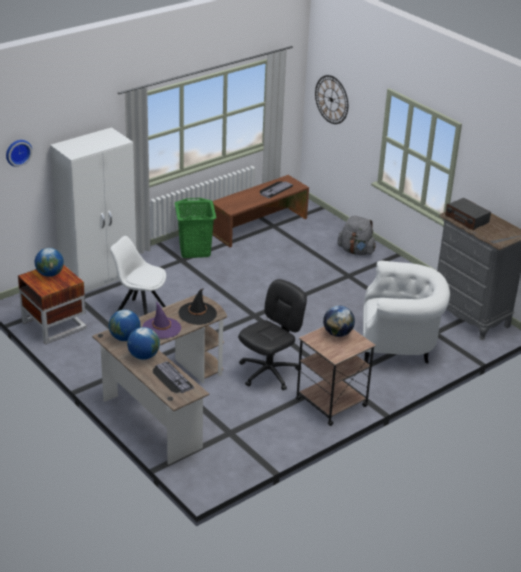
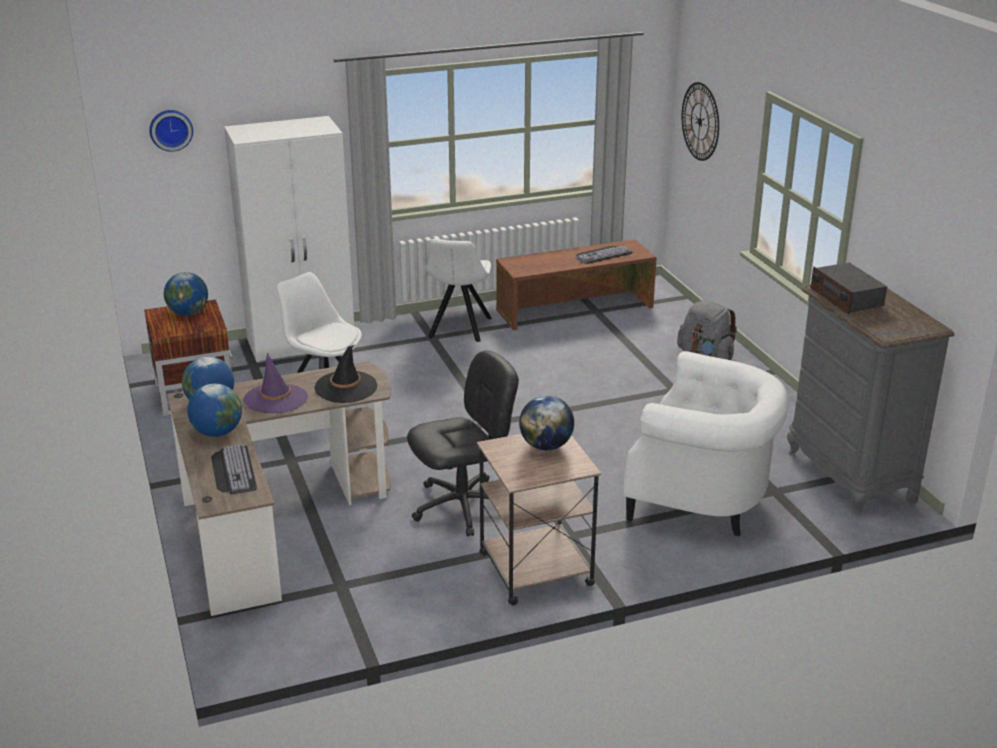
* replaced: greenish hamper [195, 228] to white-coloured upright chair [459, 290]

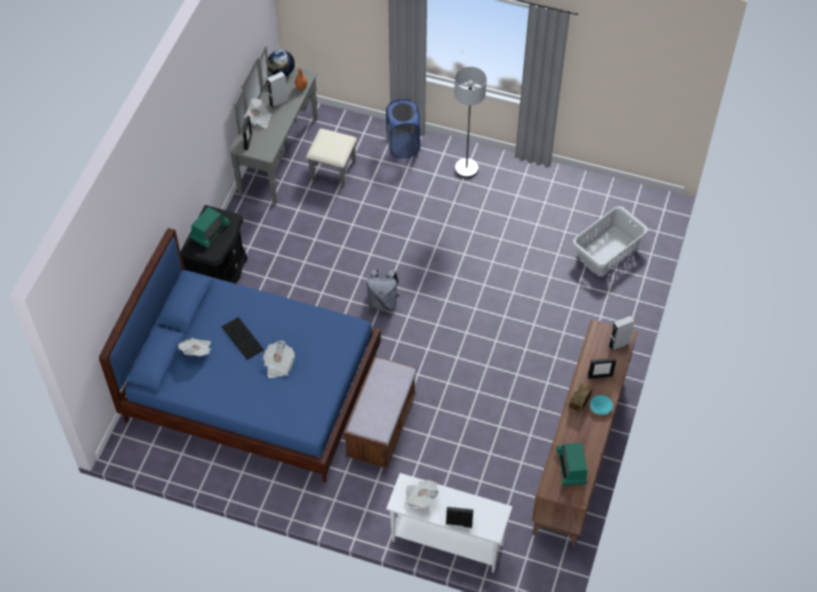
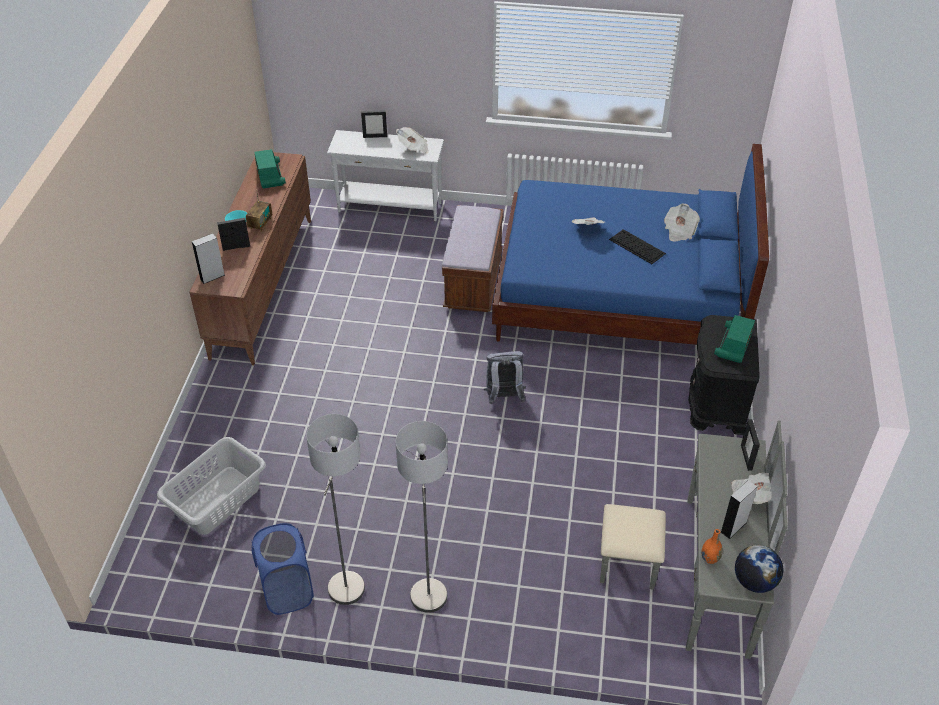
* moved: blue hamper [403, 128] to [282, 569]
* added: grey floor lamp [335, 509]

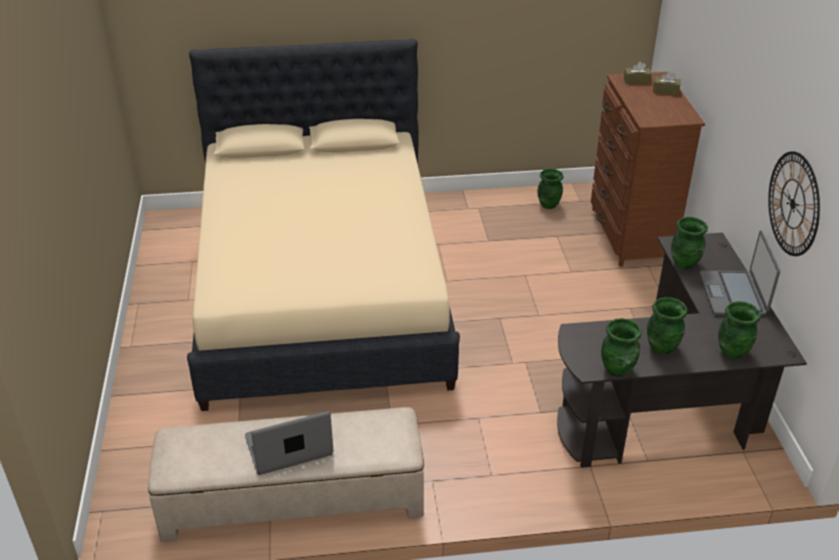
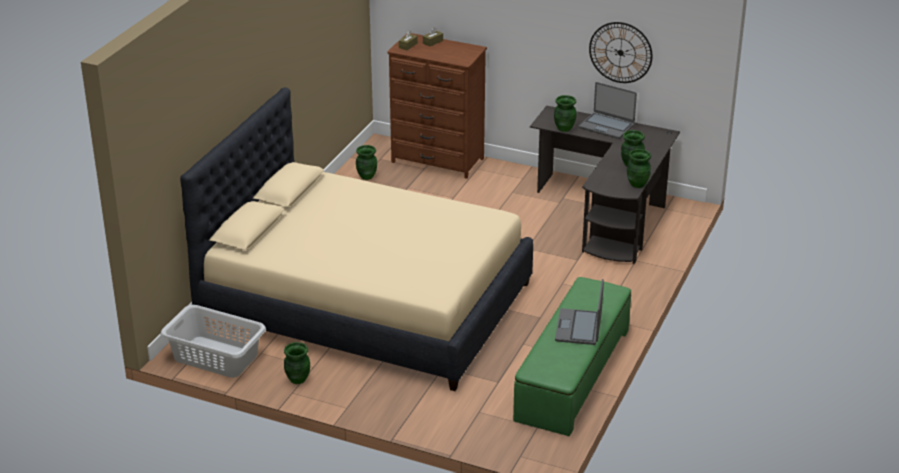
* recoloured: sand-coloured bench [286, 474] to greenish bench [572, 356]
* moved: greenish flower vase [739, 330] to [297, 363]
* added: grey hamper [213, 341]

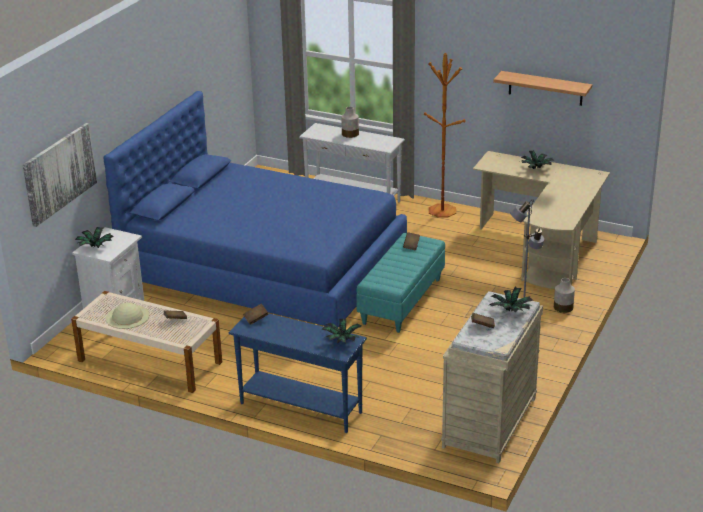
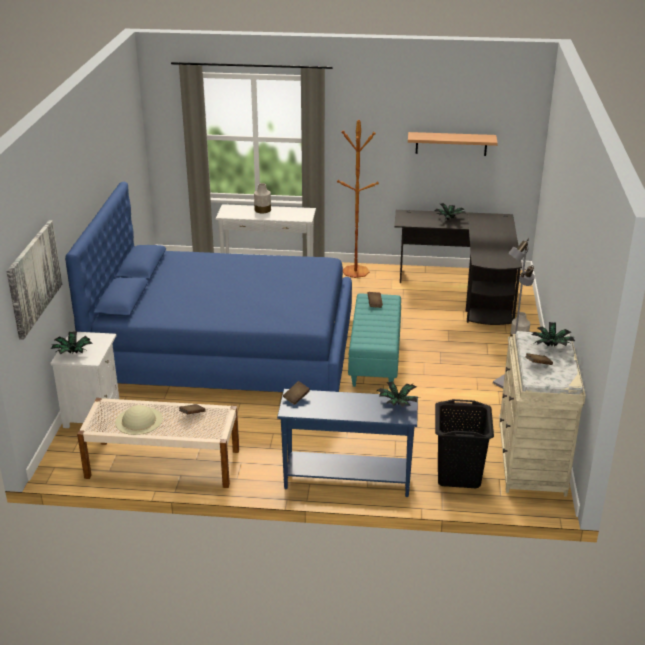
* recoloured: sand-coloured desk [541, 220] to blackish desk [458, 267]
* added: blackish hamper [464, 443]

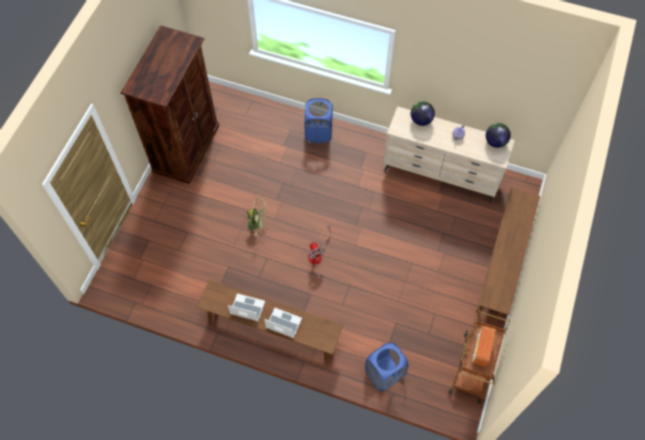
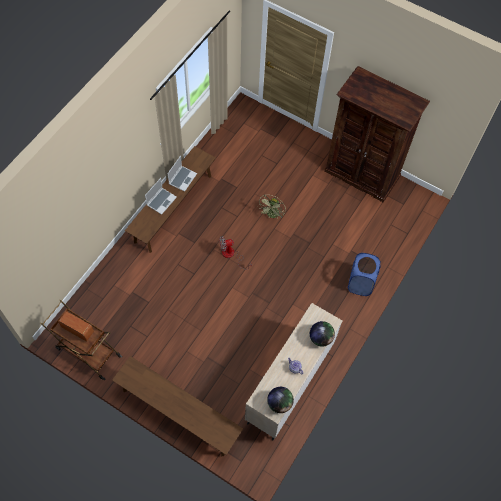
* removed: blue hamper [387, 366]

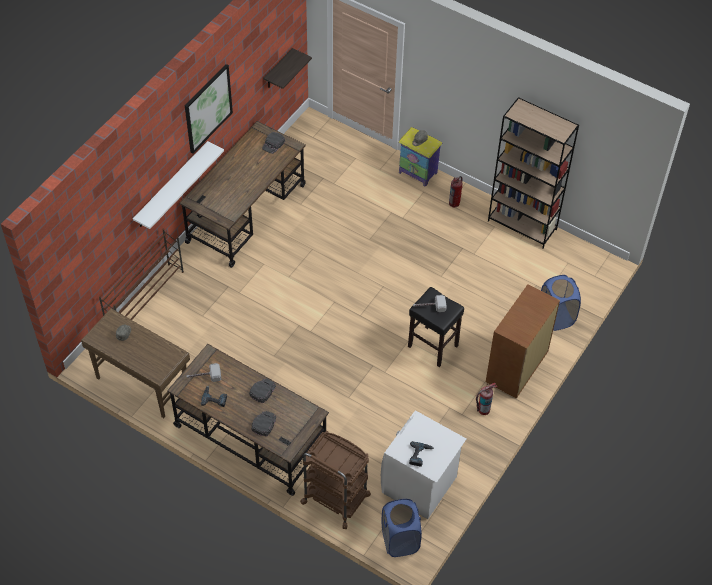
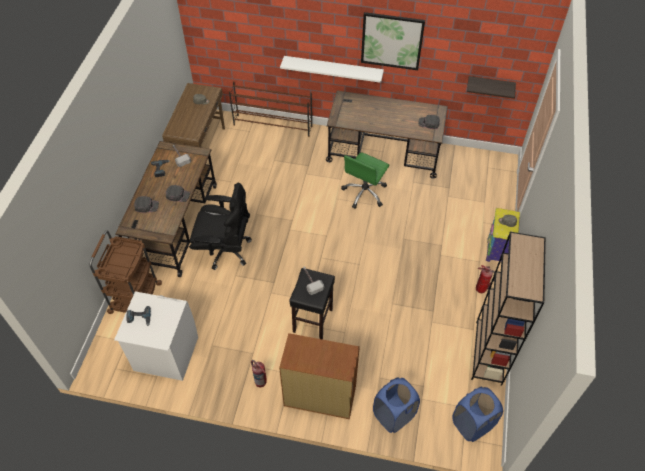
* moved: blue hamper [401, 528] to [477, 414]
* added: blackish computer chair [220, 226]
* added: greenish computer chair [365, 180]

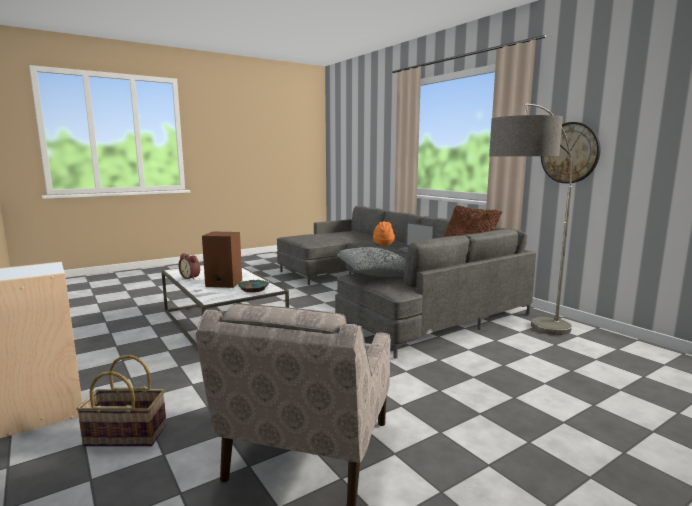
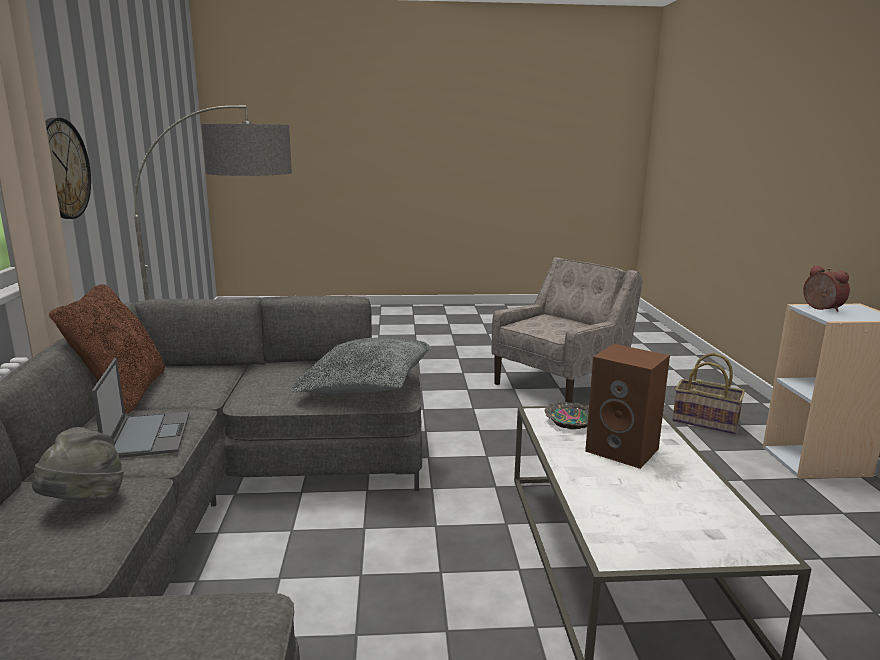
* moved: table clock [189, 266] to [826, 288]
* recoloured: orange hat [384, 233] to grey hat [78, 463]

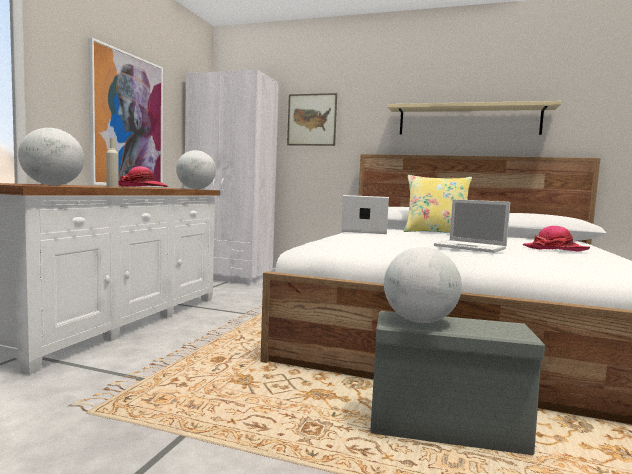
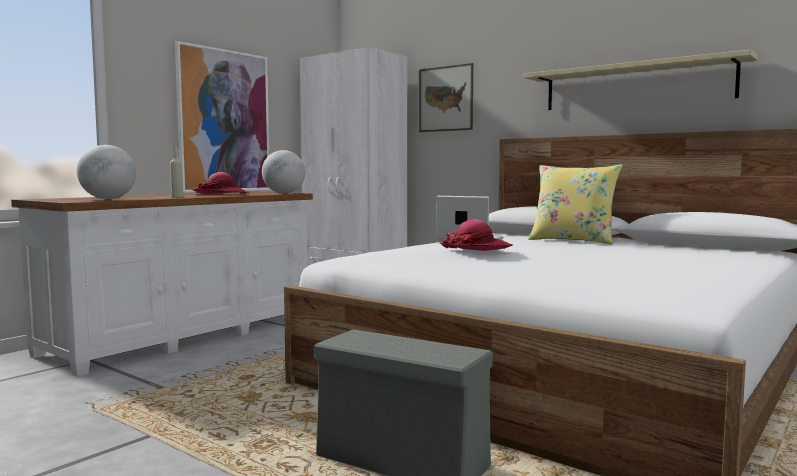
* removed: world globe [423, 285]
* removed: laptop [472, 226]
* moved: hat [556, 239] to [476, 235]

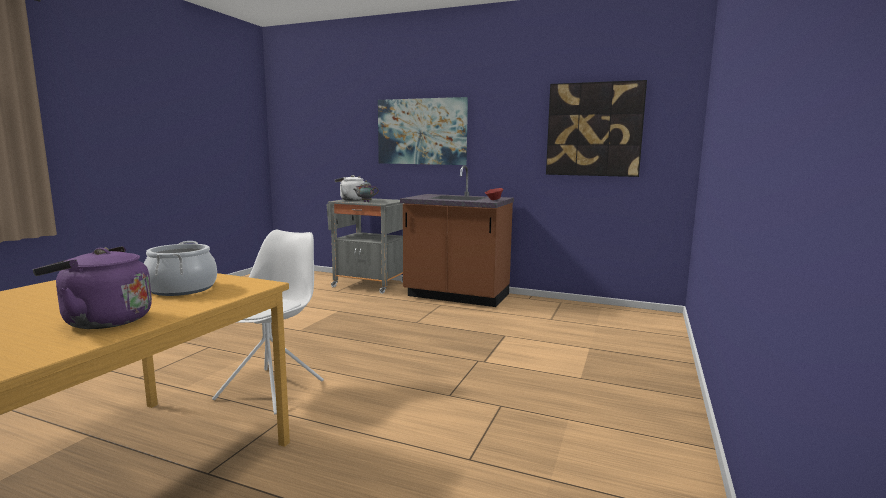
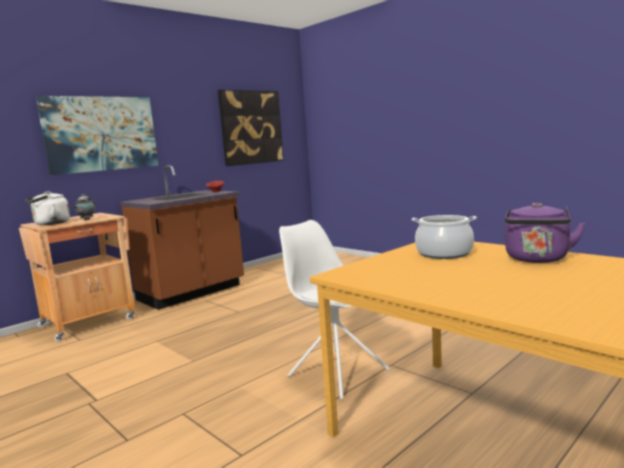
* recoloured: grey cart [365, 246] to brown cart [77, 277]

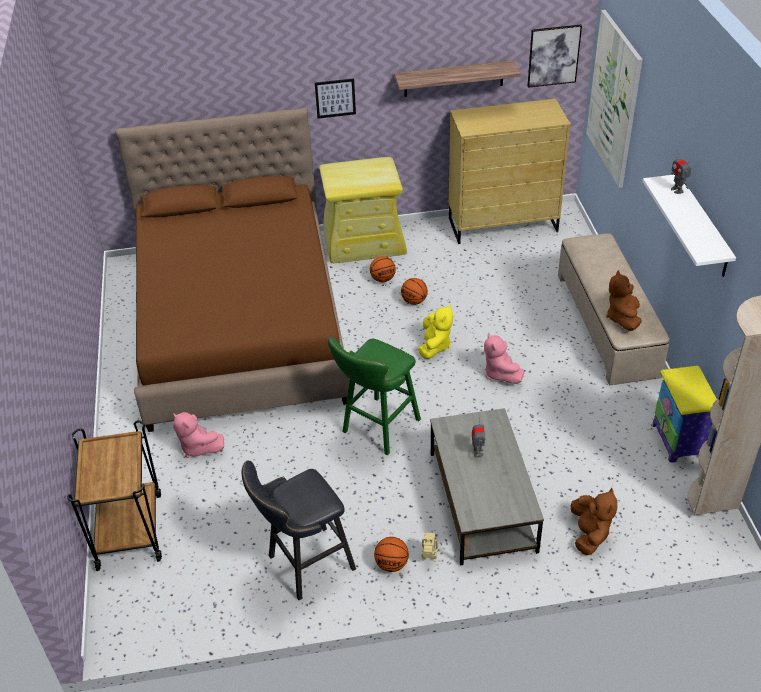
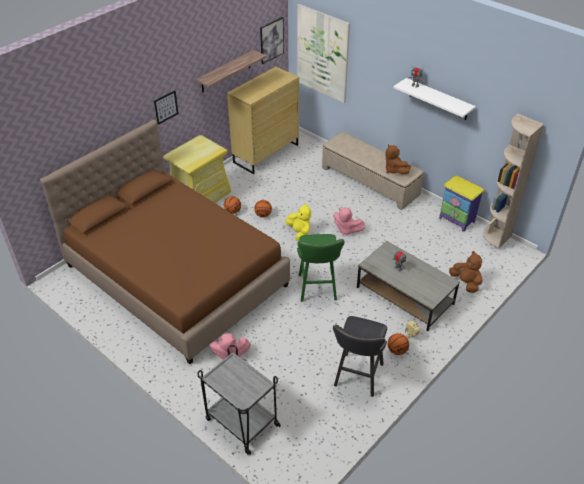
* recoloured: brown cart [114, 495] to grey cart [239, 400]

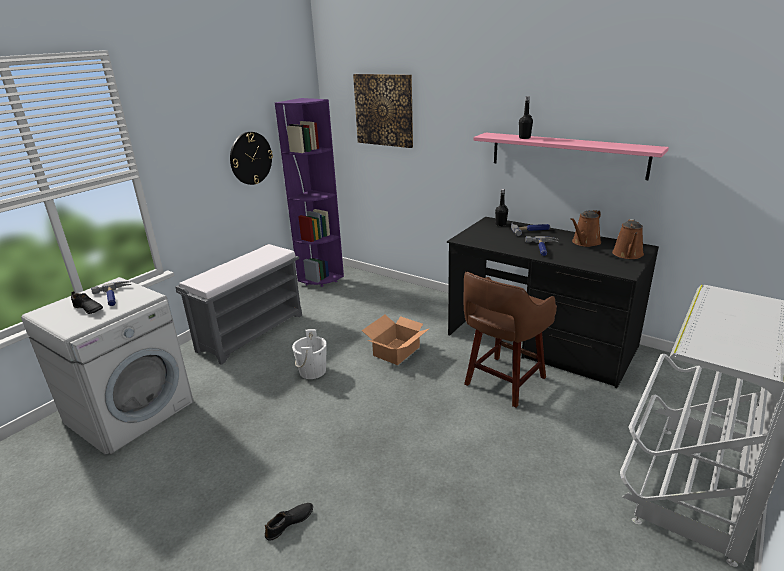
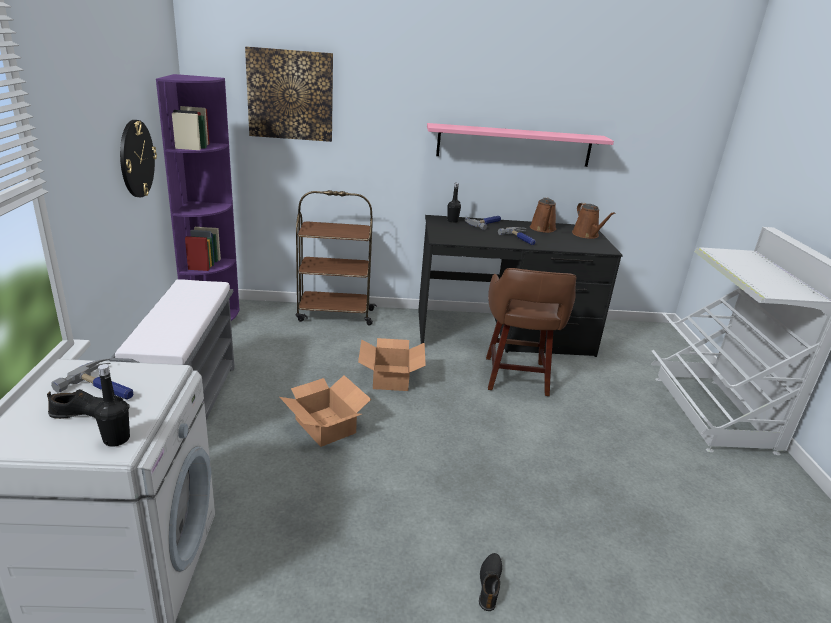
* replaced: white-coloured pail [309, 354] to cardboard box [325, 411]
* moved: blackish bottle [526, 117] to [112, 405]
* added: brown cart [335, 258]

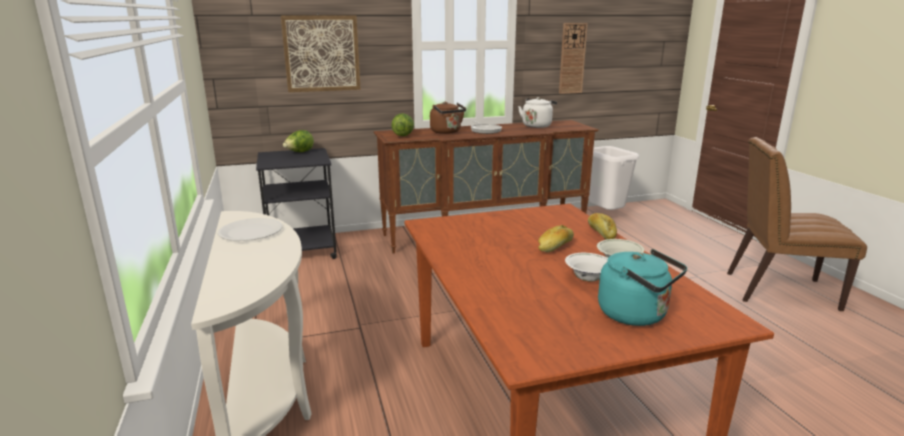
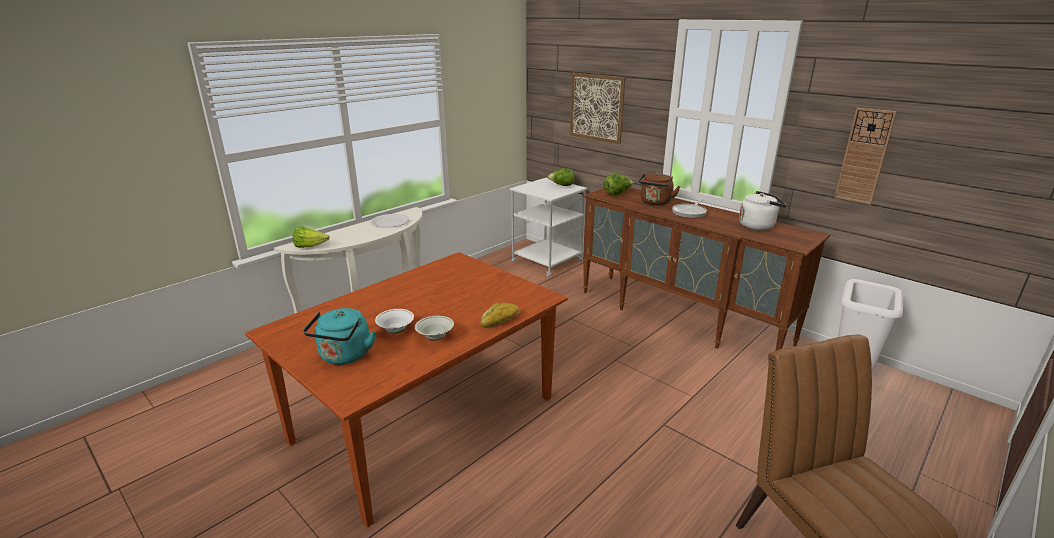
* recoloured: blackish cart [296, 203] to white-coloured cart [548, 227]
* removed: bakery bread [556, 238]
* added: head of lettuce [311, 237]

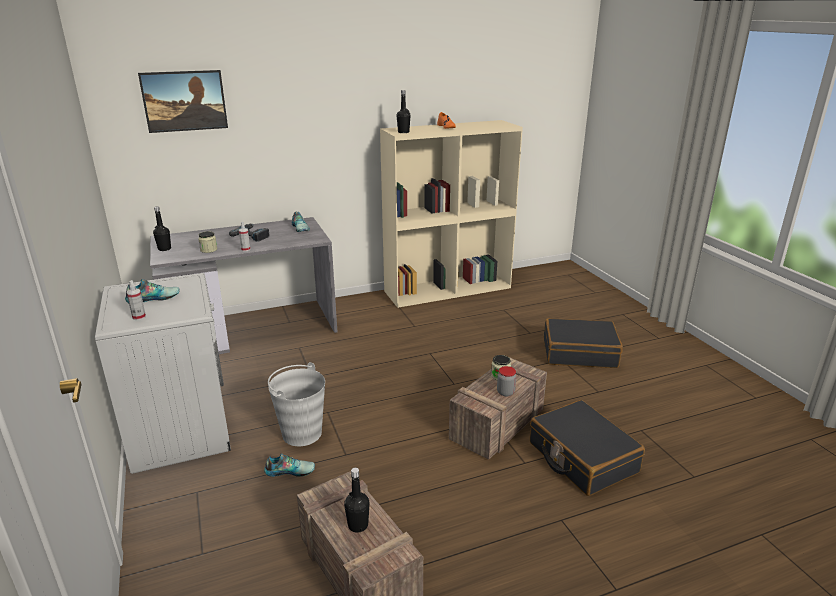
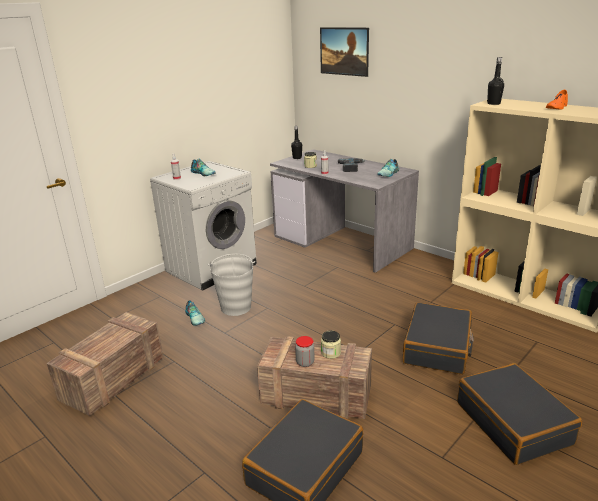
* removed: blackish bottle [357, 500]
* added: blackish piece of luggage [438, 338]

